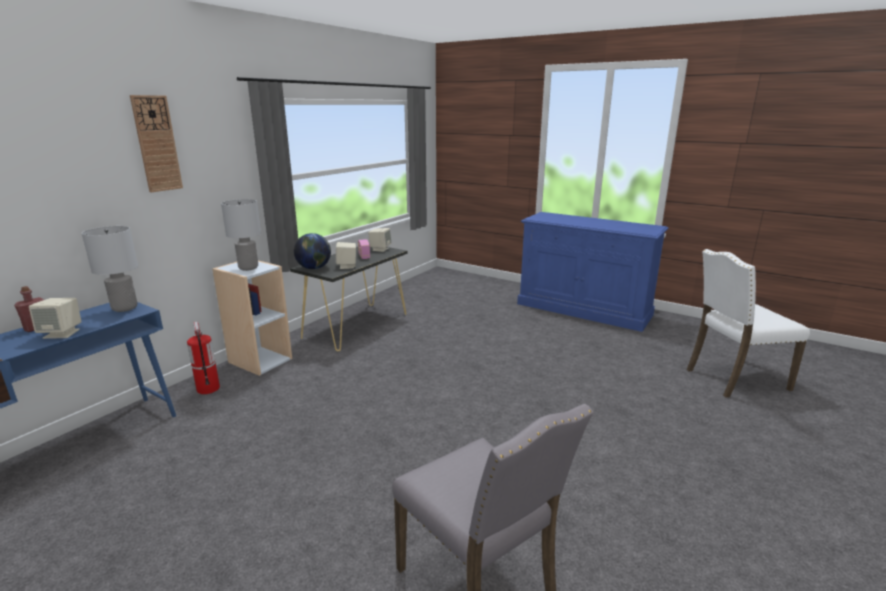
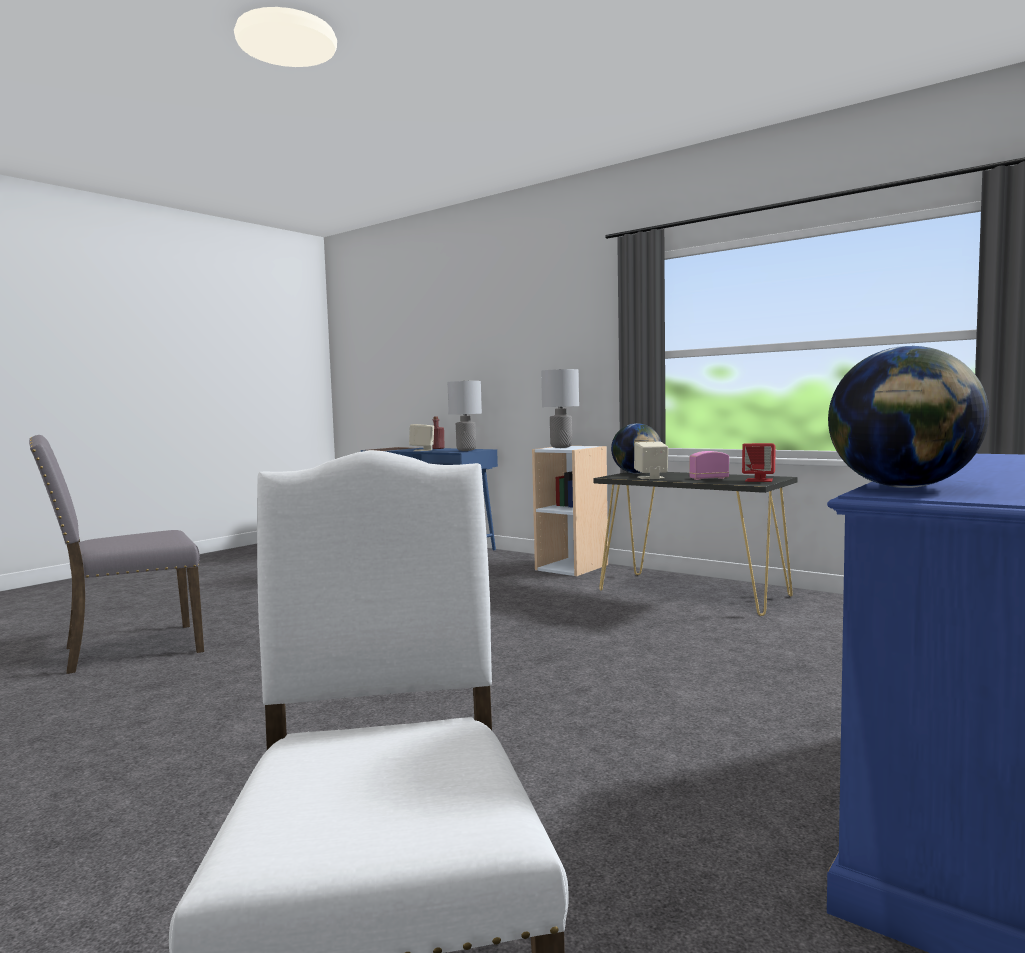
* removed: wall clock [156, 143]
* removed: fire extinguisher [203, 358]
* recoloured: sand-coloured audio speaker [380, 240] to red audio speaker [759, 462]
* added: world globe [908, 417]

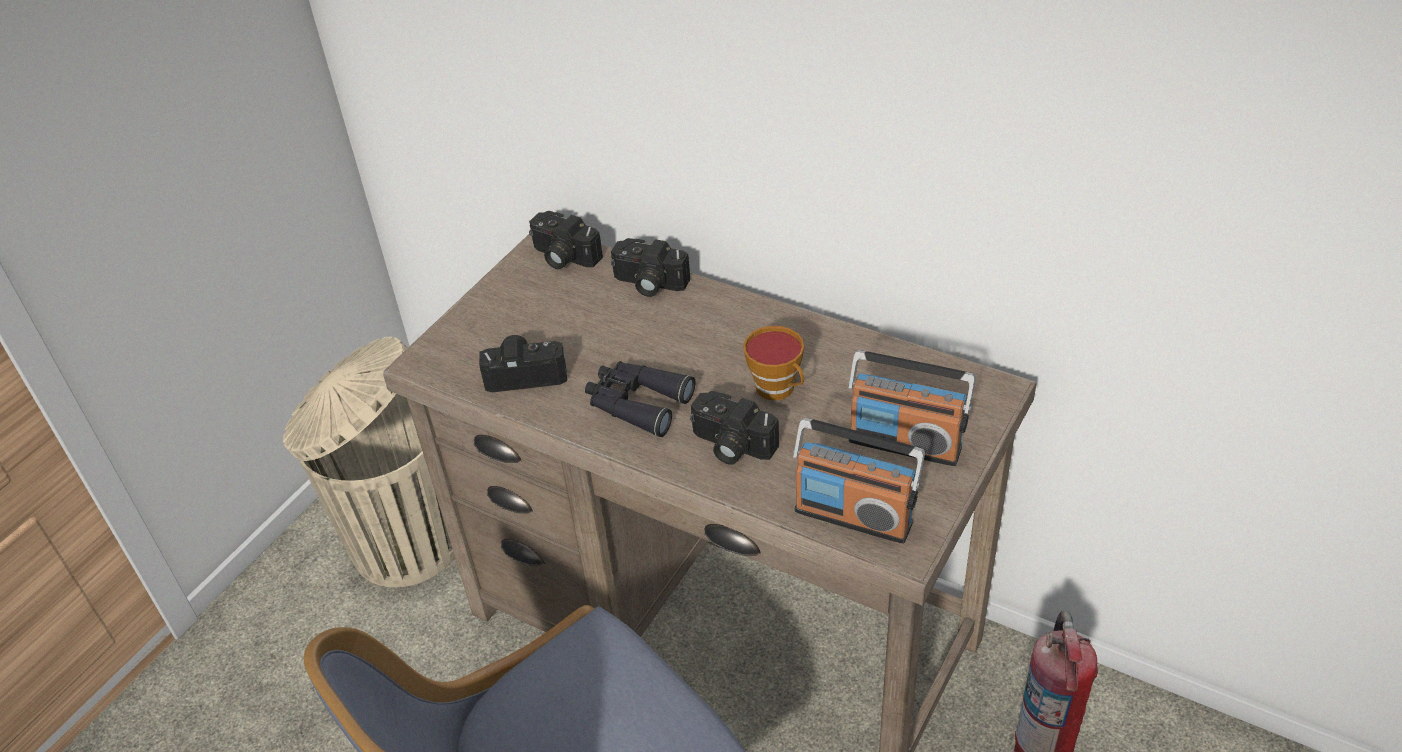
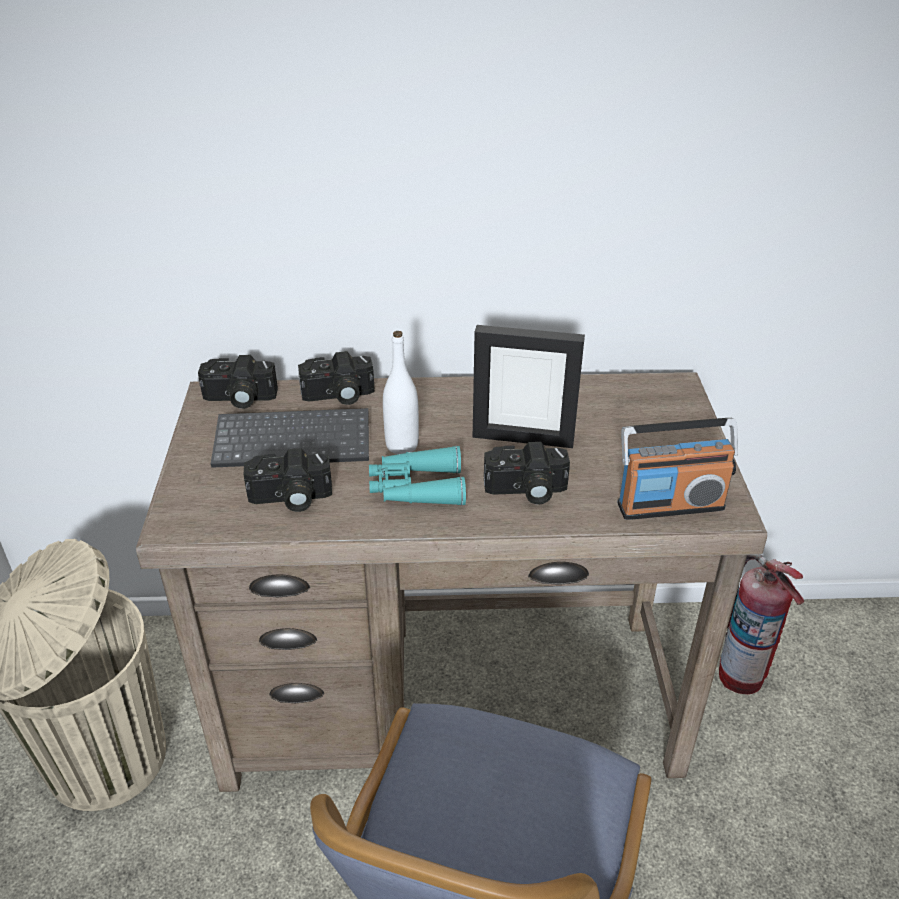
* turned: photo camera [523, 363] = [287, 480] 150 degrees counterclockwise
* recoloured: blackish binoculars [640, 399] to turquoise-coloured binoculars [417, 476]
* replaced: small cup [773, 363] to standing frame [529, 386]
* removed: radio receiver [911, 408]
* added: keyboard [290, 438]
* added: white-coloured bottle [401, 392]

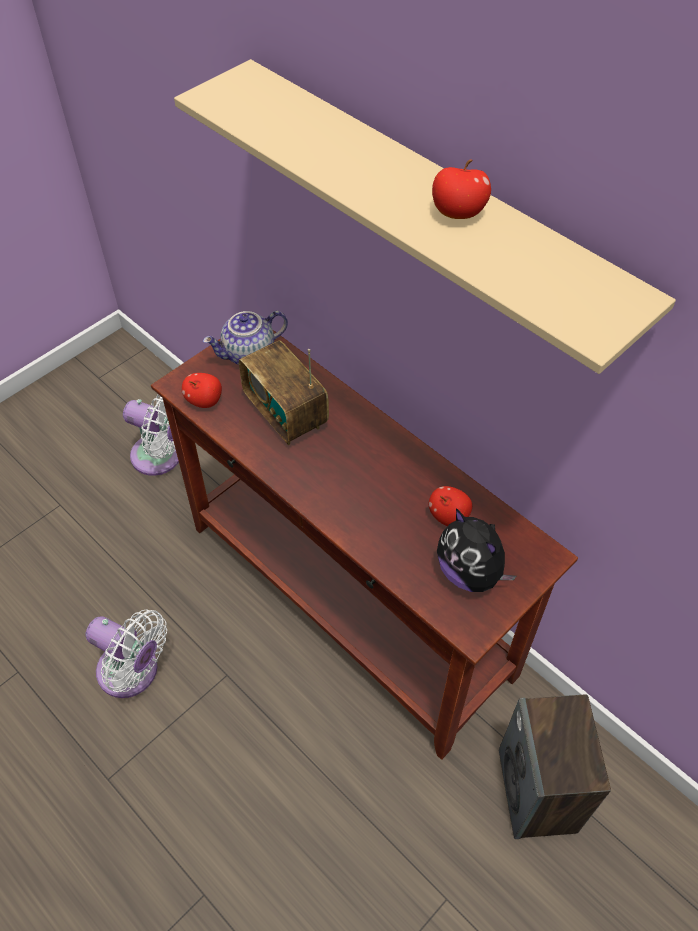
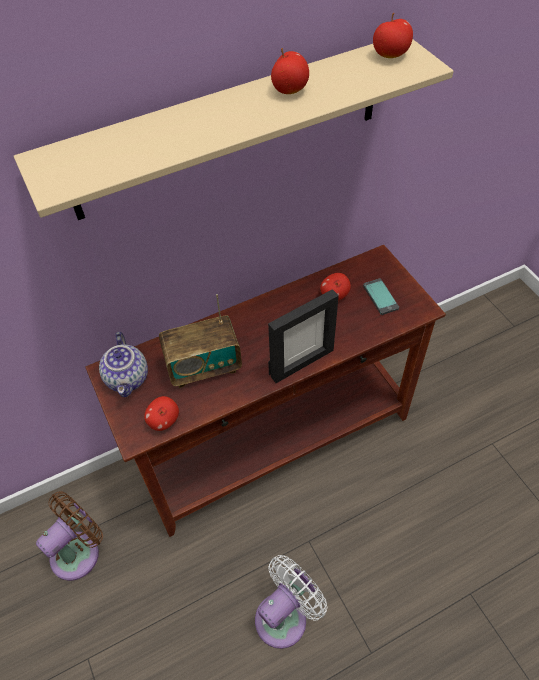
* recoloured: white-coloured cooling fan [151, 435] to brown cooling fan [69, 536]
* replaced: plush toy [476, 550] to telephone [381, 297]
* removed: audio speaker [555, 767]
* added: standing frame [303, 336]
* added: apple fruit [393, 35]

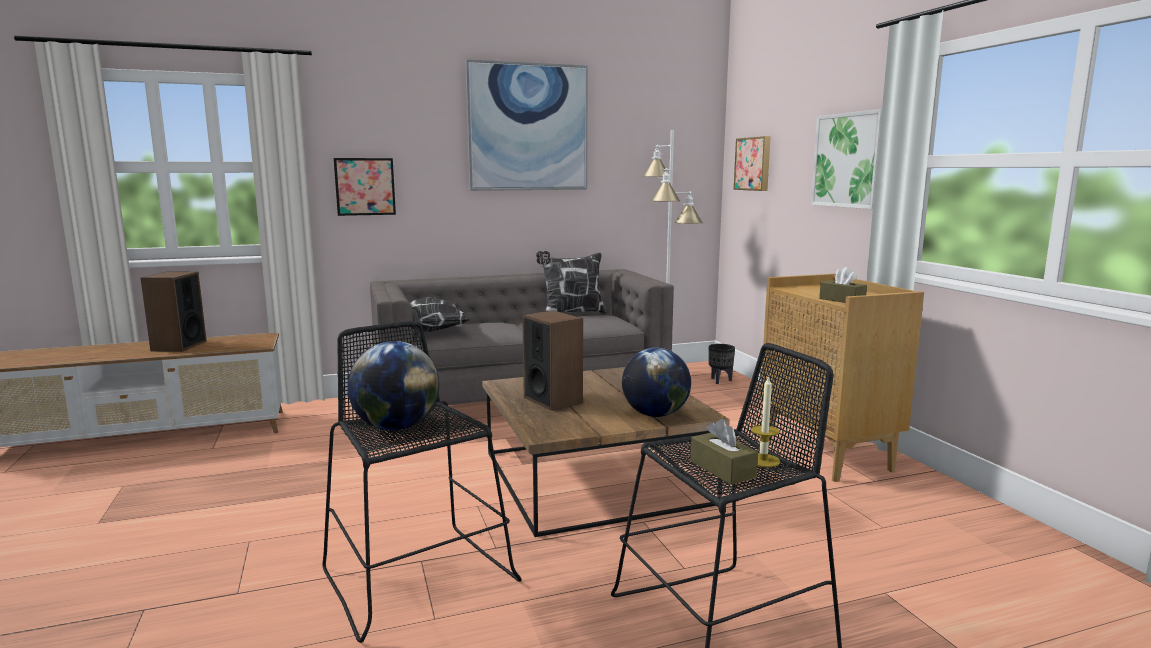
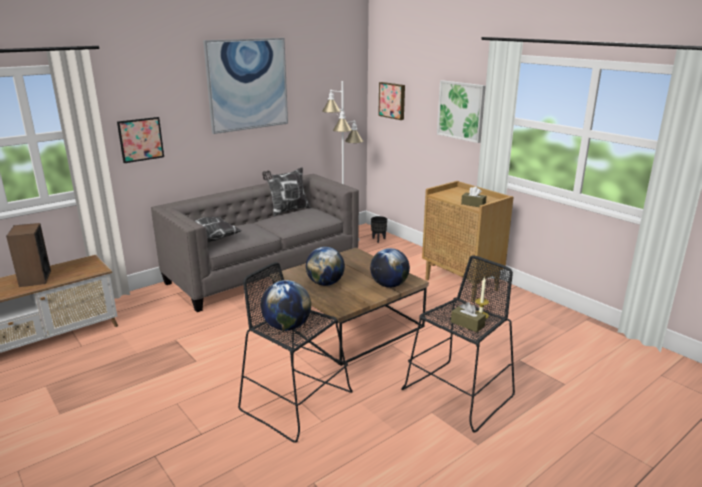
* replaced: audio speaker [552, 360] to world globe [325, 266]

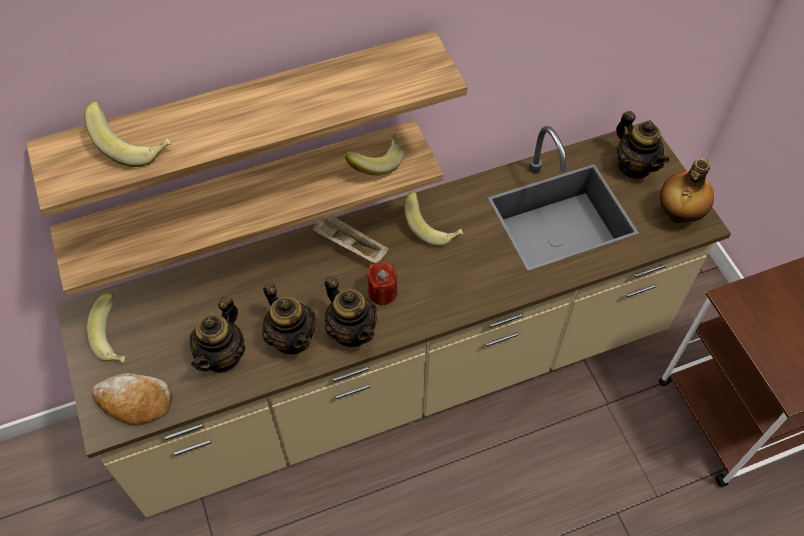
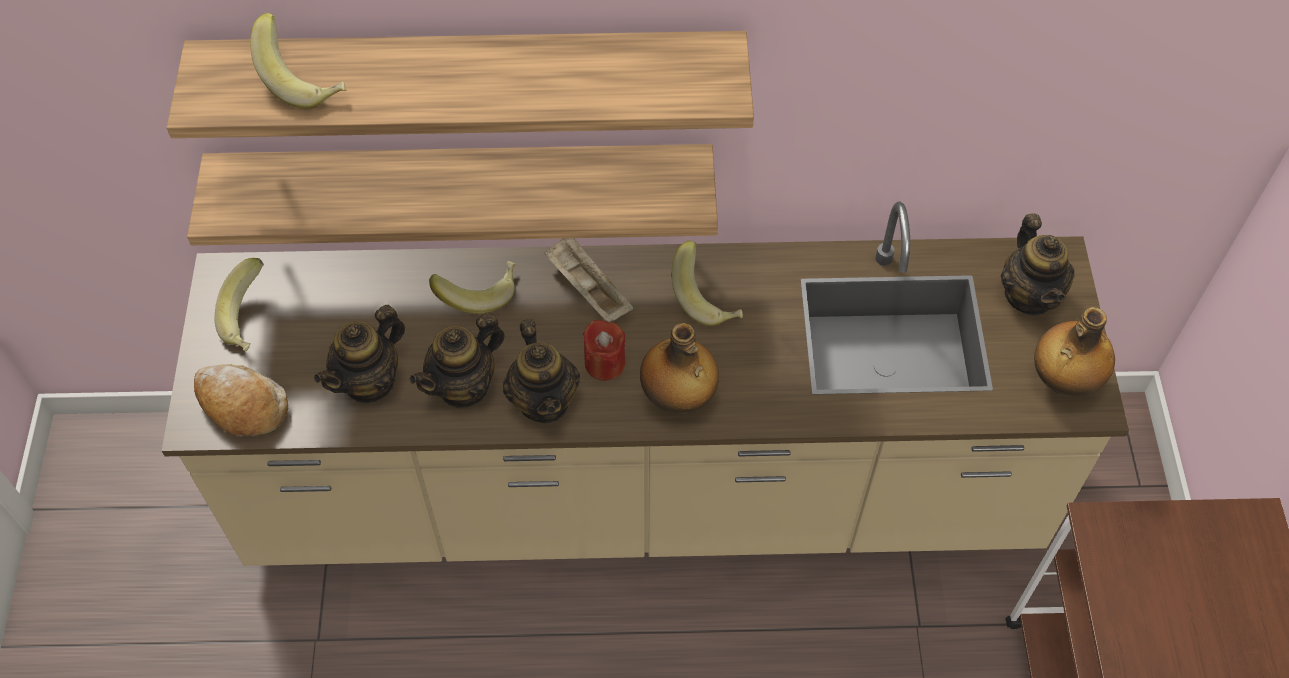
* turned: tea pot [289, 318] = [457, 360] 60 degrees clockwise
* moved: banana fruit [374, 154] to [472, 287]
* added: bottle [679, 368]

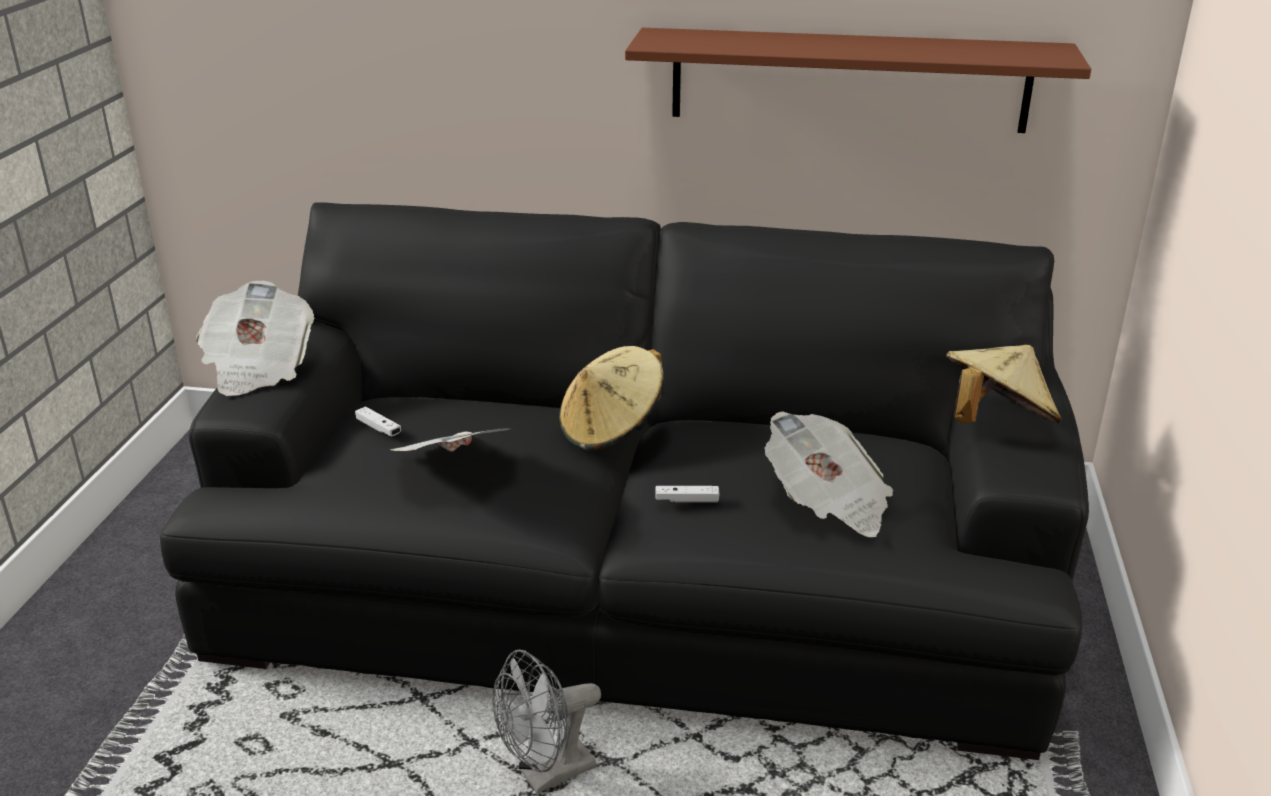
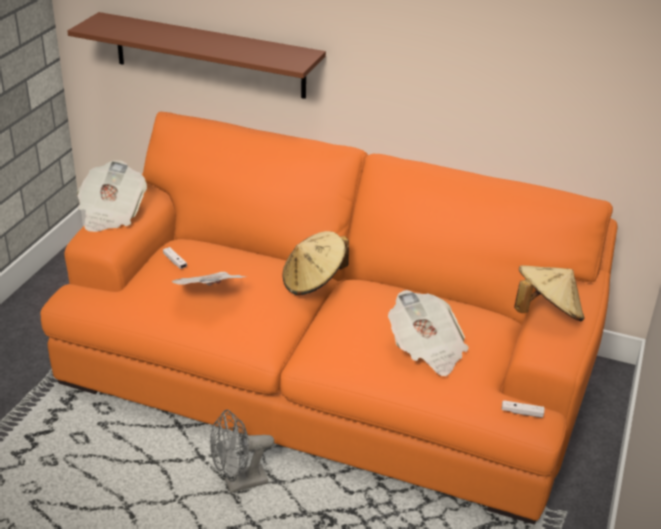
* recoloured: blackish sofa [624, 481] to orange sofa [329, 318]
* moved: brown bracket shelf [858, 80] to [196, 55]
* moved: white-coloured joypad [687, 494] to [523, 409]

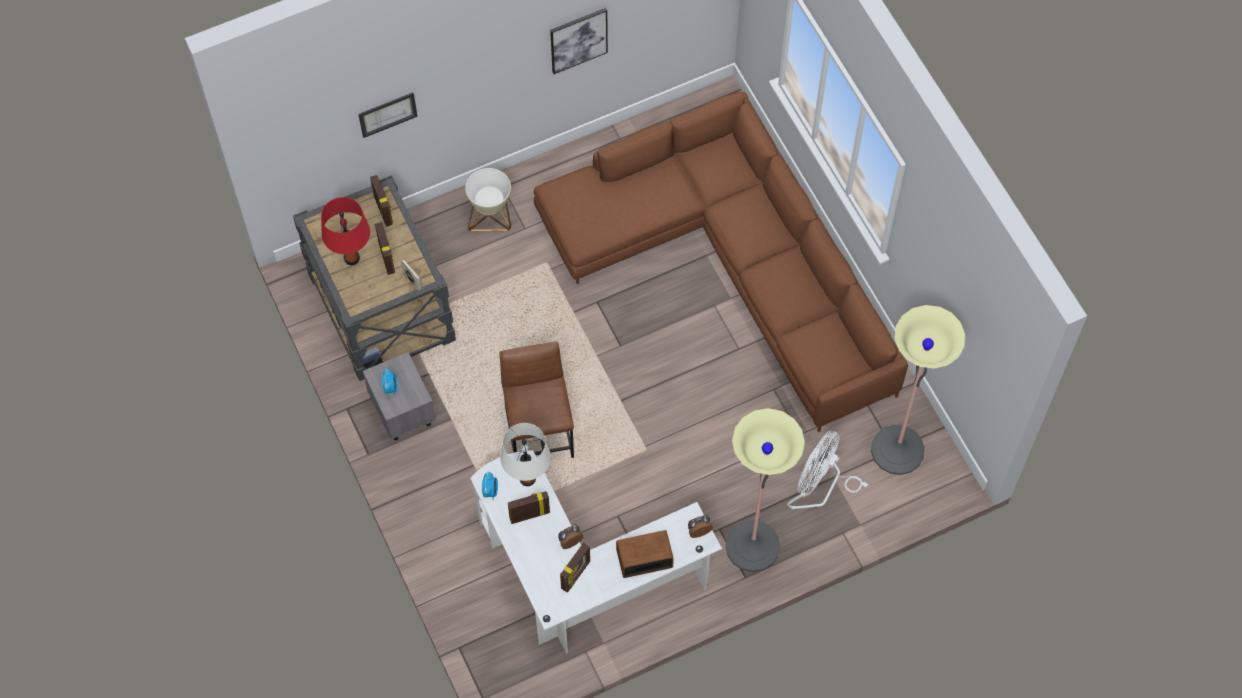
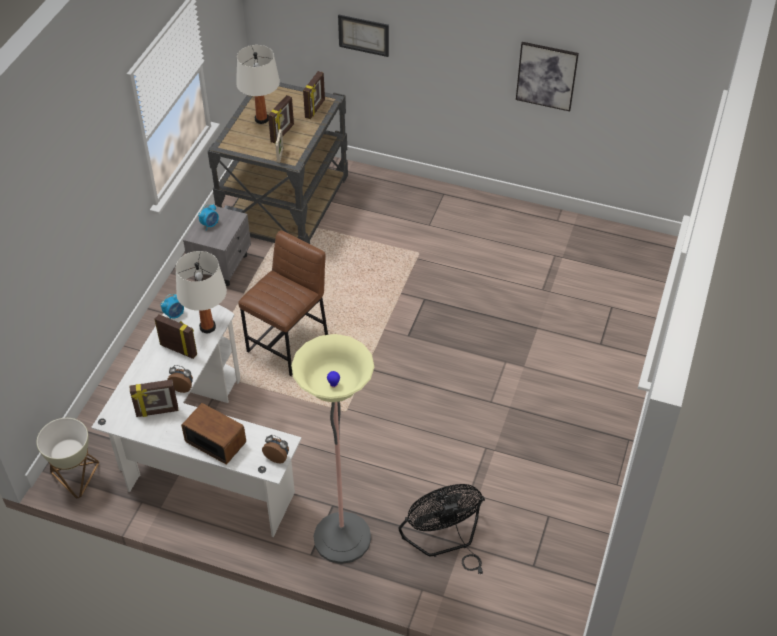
* recoloured: red table lamp [345, 231] to white-coloured table lamp [258, 84]
* moved: plant pot [488, 199] to [68, 458]
* removed: brown sofa [721, 262]
* recoloured: white-coloured cooling fan [828, 470] to blackish cooling fan [442, 529]
* removed: floor lamp [918, 390]

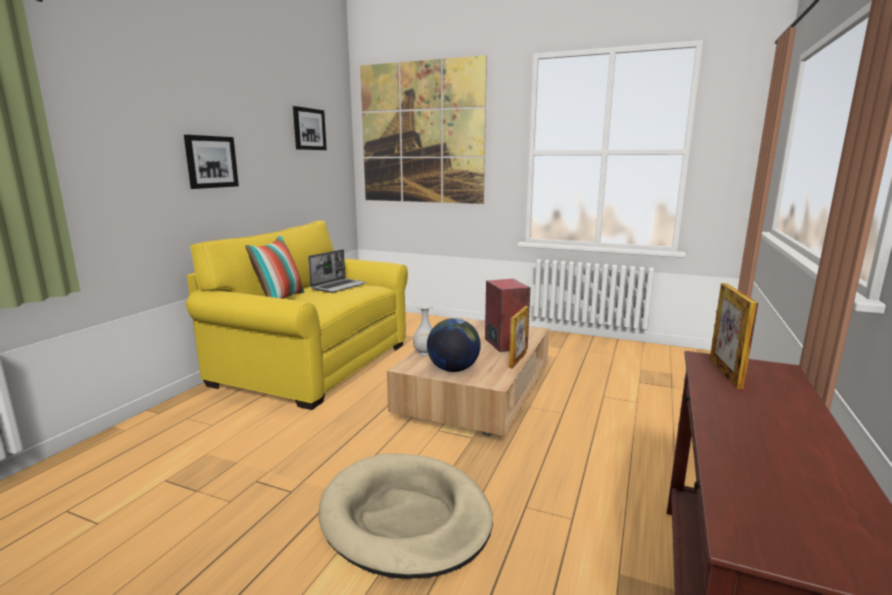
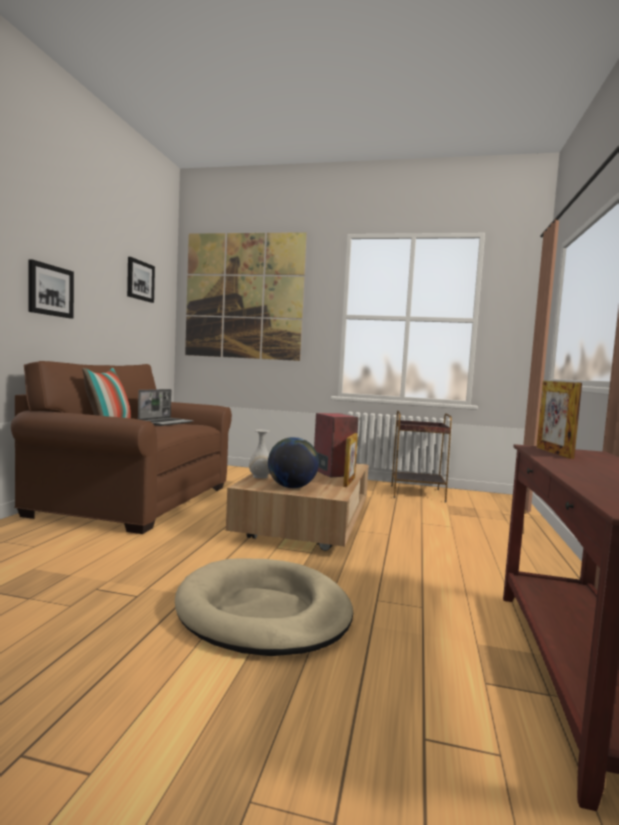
* recoloured: yellowish sofa [297, 315] to brown sofa [121, 447]
* added: brown side table [421, 457]

